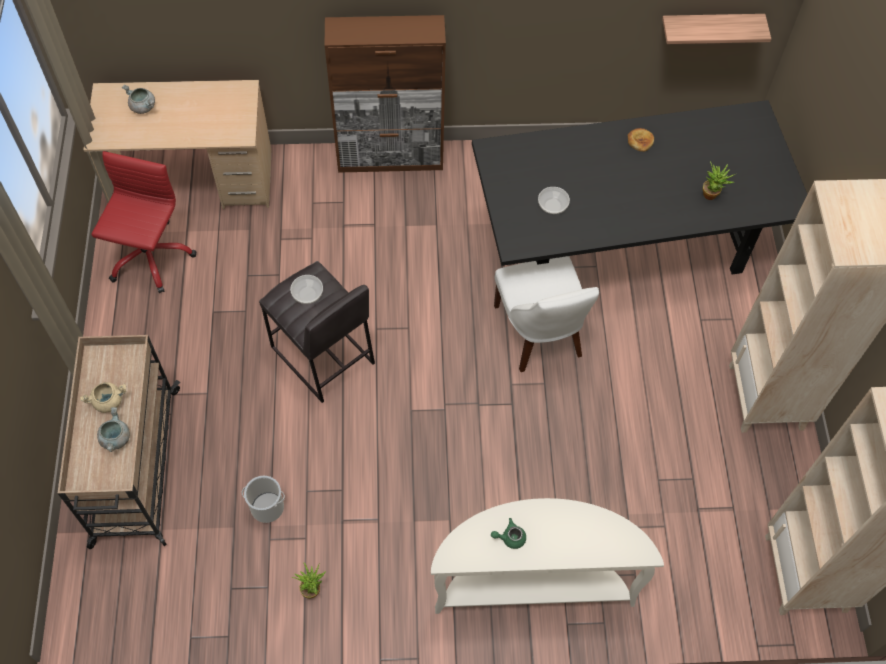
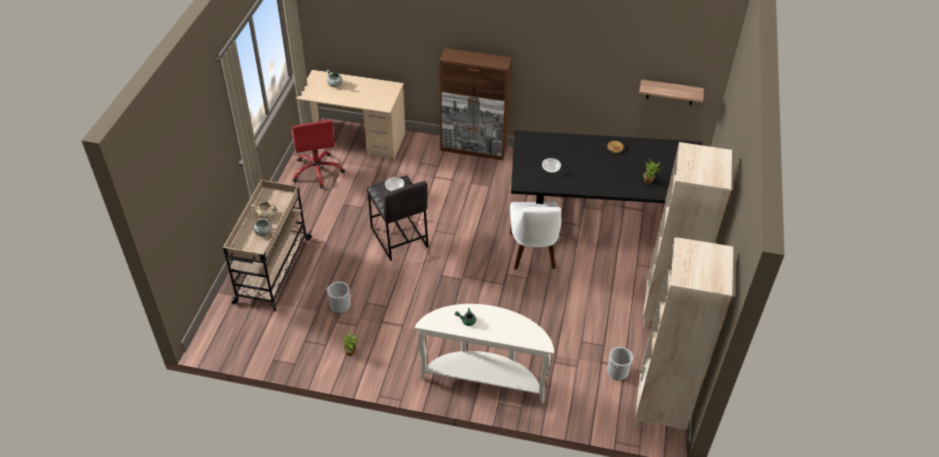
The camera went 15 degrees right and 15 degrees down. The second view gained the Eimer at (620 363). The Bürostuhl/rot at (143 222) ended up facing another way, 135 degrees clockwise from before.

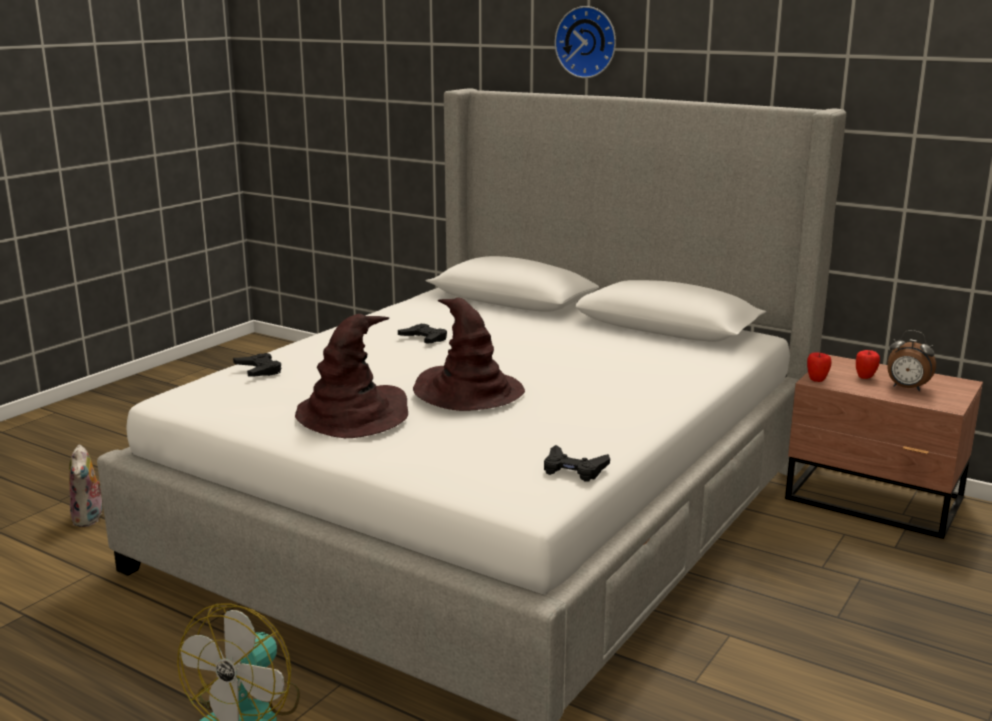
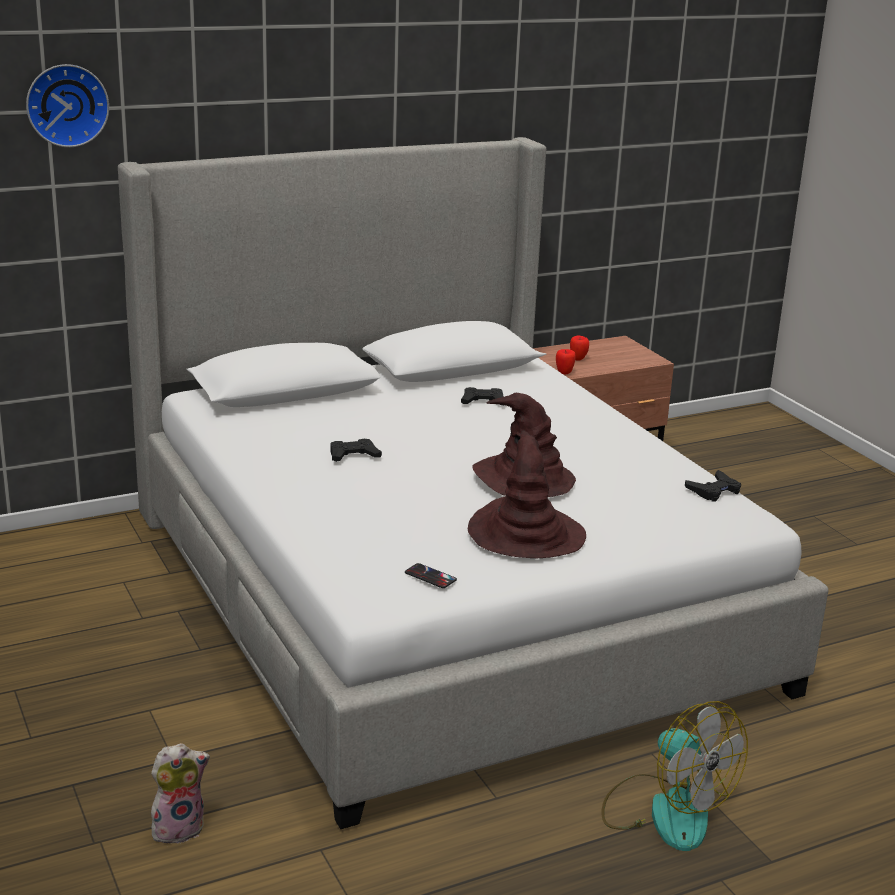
The camera went 60 degrees left and 5 degrees up. The second view lost the Wecker at (912 360). The second view gained the Handy at (431 575). The Gamepad/schwarz ended up elsewhere, having gone from (257 365) to (483 396). The Wanduhr ended up elsewhere, having gone from (585 42) to (67 105). The Plüschtier at (85 485) ended up facing another way, 45 degrees counterclockwise from before.

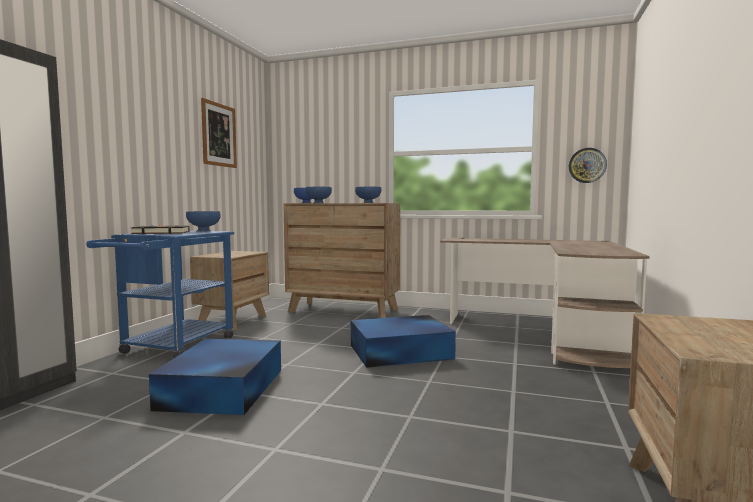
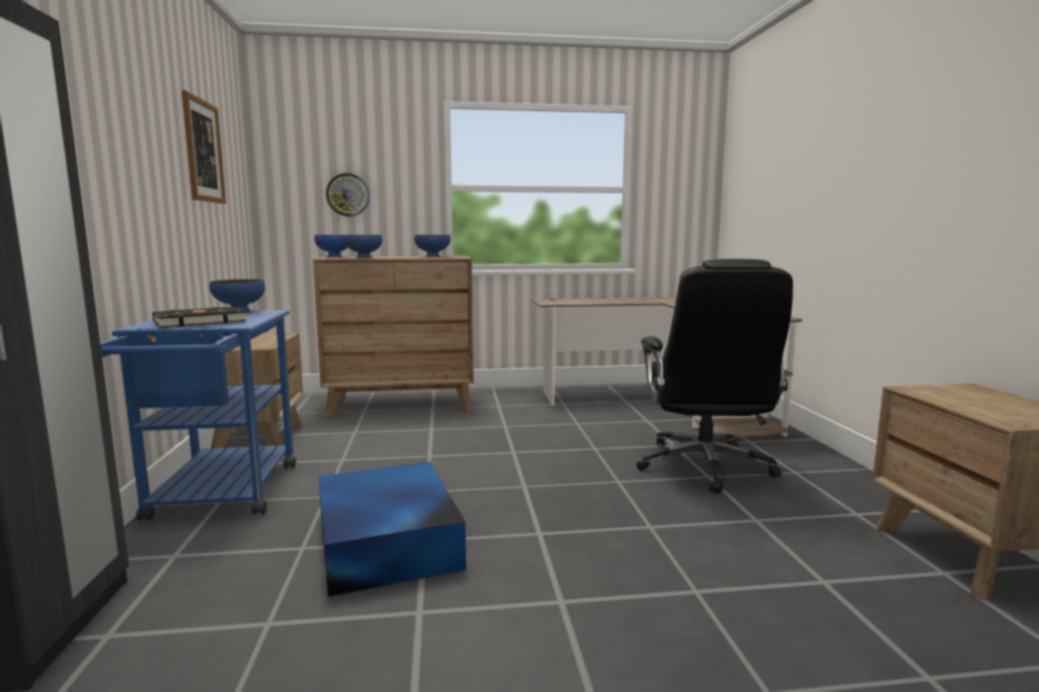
The camera went 25 degrees left and 5 degrees up. The second view lost the Aufbewahrungsbox/blau at (403 341). The second view gained the Bürostuhl/schwarz at (714 376). The Wanduhr ended up elsewhere, having gone from (588 165) to (348 195).

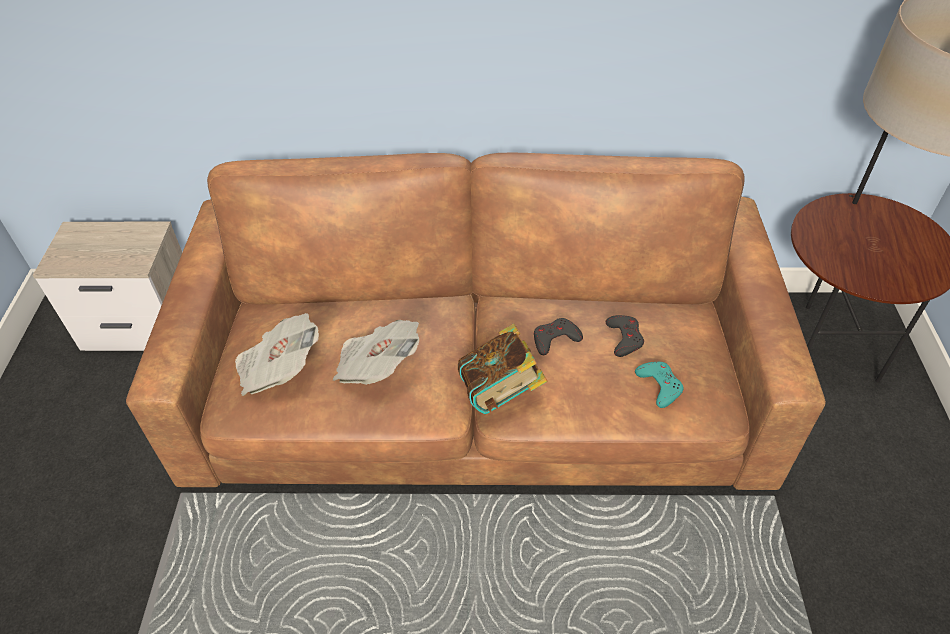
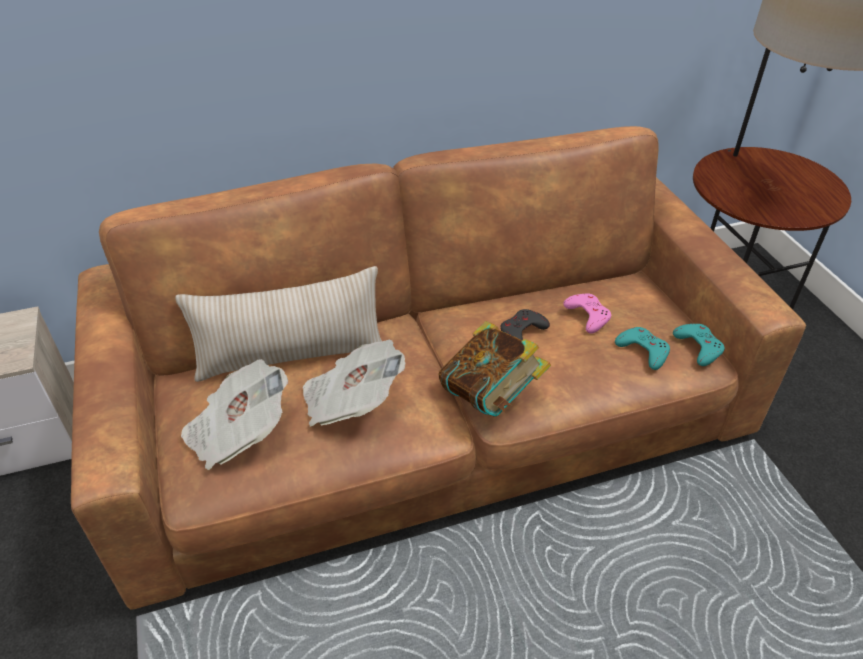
The camera went 20 degrees left and 5 degrees down. The second view gained the Kissen/beige at (278 324). The second view gained the Gamepad/türkis at (699 345). What was the Gamepad/grau at (625 336) turned into the Gamepad/rosa at (587 314).

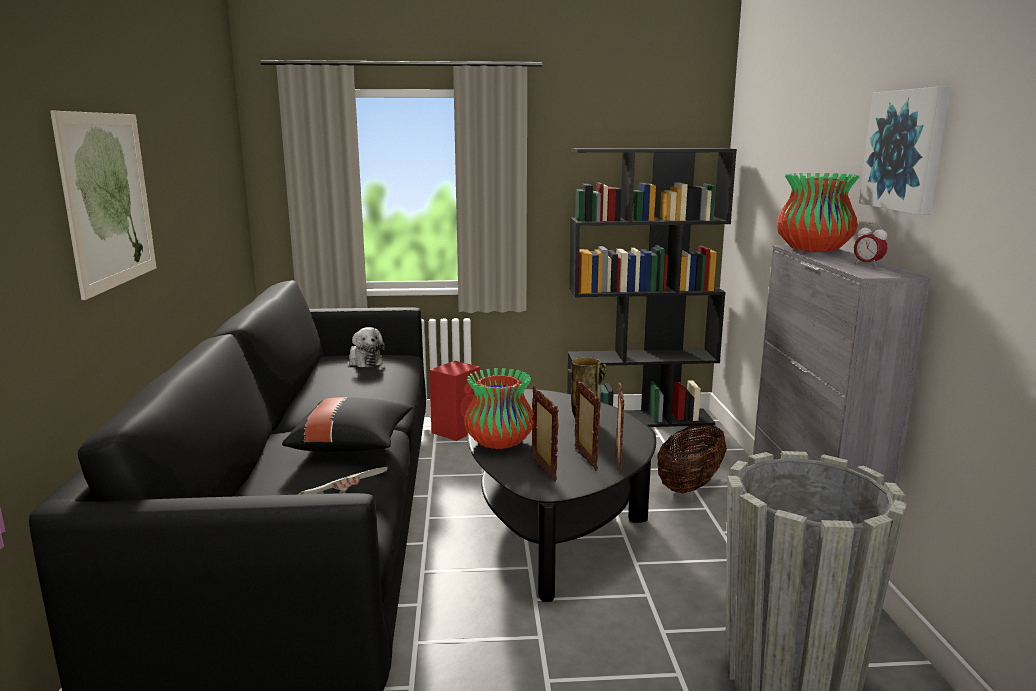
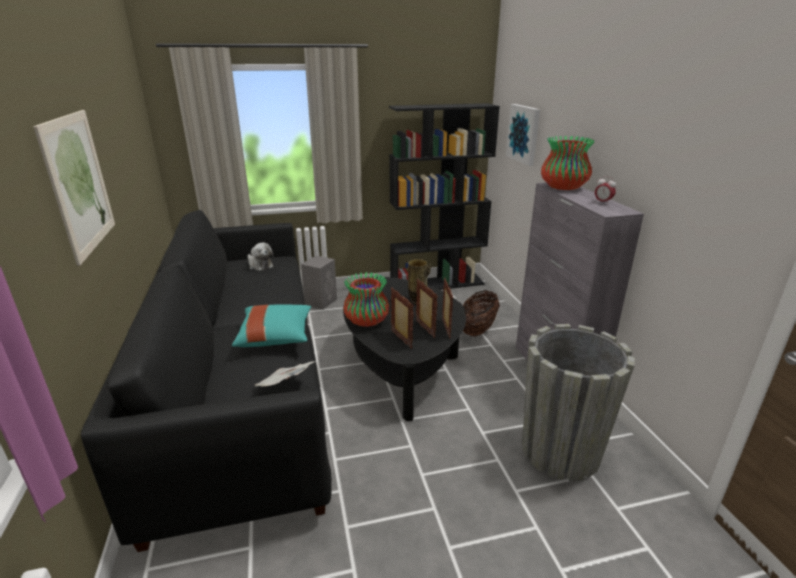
The camera went 10 degrees left and 10 degrees up. The Bild ended up elsewhere, having gone from (904 151) to (523 135). What was the Kissen/schwarz at (347 424) turned into the Kissen/türkis at (271 325). What was the Lautsprecher/rot at (454 401) turned into the Lautsprecher/grau at (319 282).

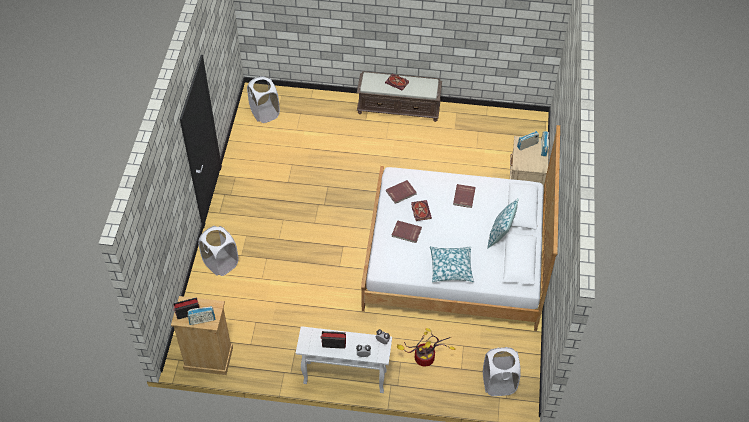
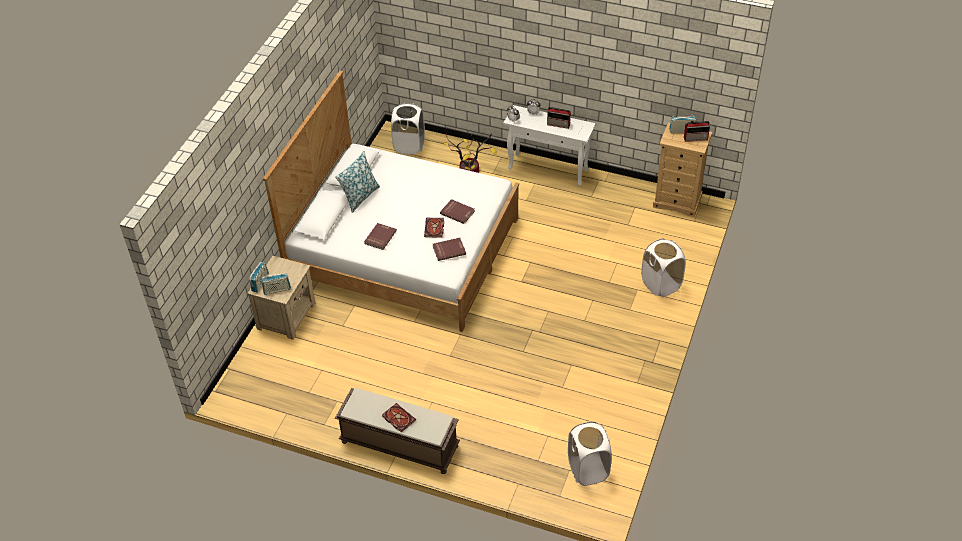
The camera went 165 degrees left and 5 degrees down. The second view lost the Kissen at (452 264).

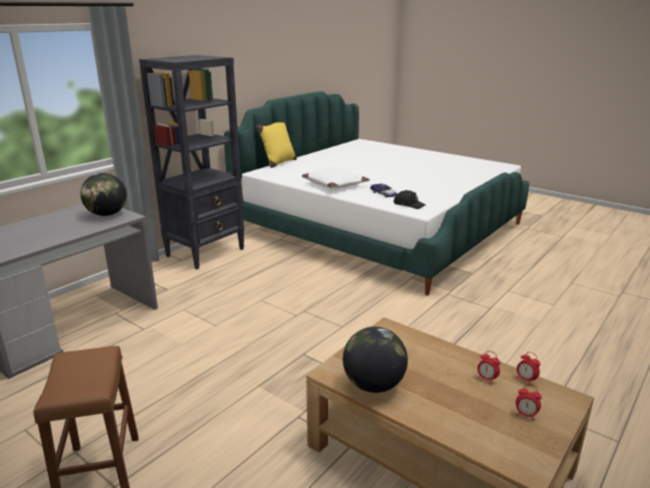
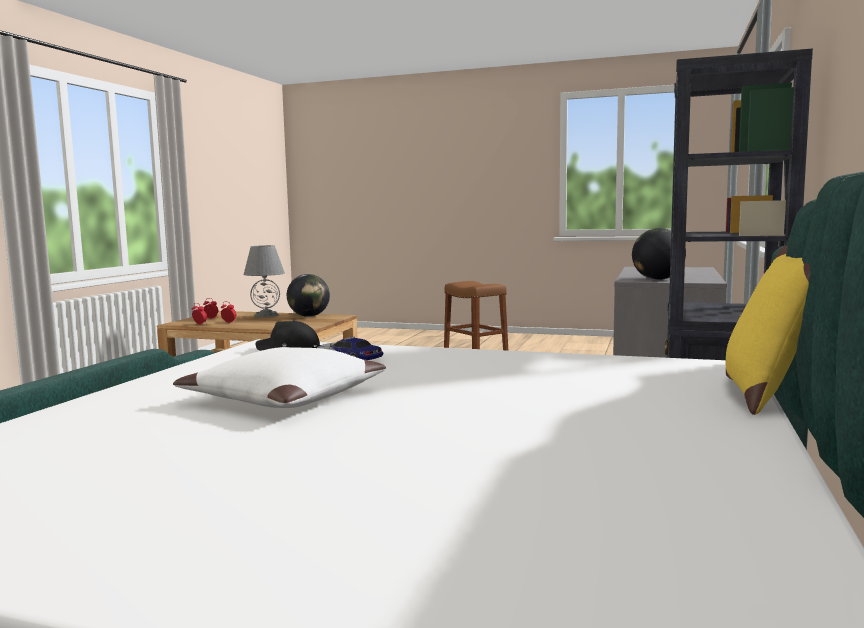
The camera went 160 degrees right and 15 degrees down. The second view gained the Tischlampe/grau at (264 281). The Kissen/weiß ended up elsewhere, having gone from (336 178) to (279 377).

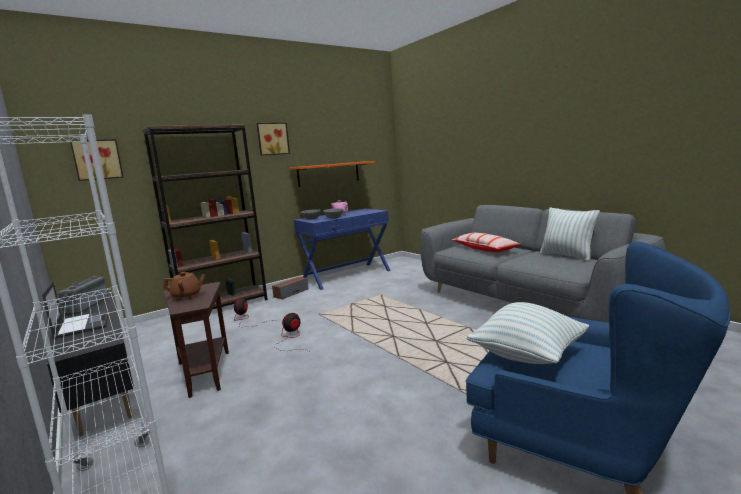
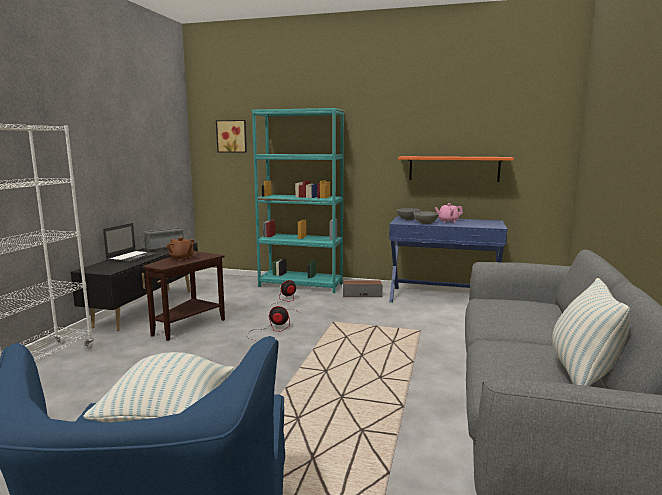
The camera went 50 degrees right and 0 degrees up. The second view lost the Bild at (273 139). The second view lost the Kissen at (486 242). What was the Bücherregal/braun at (205 217) turned into the Bücherregal/türkis at (298 200).

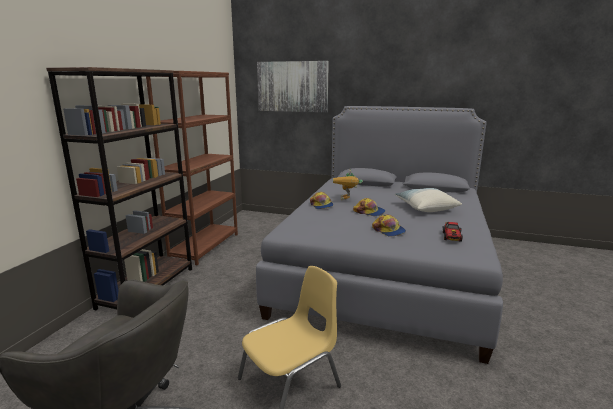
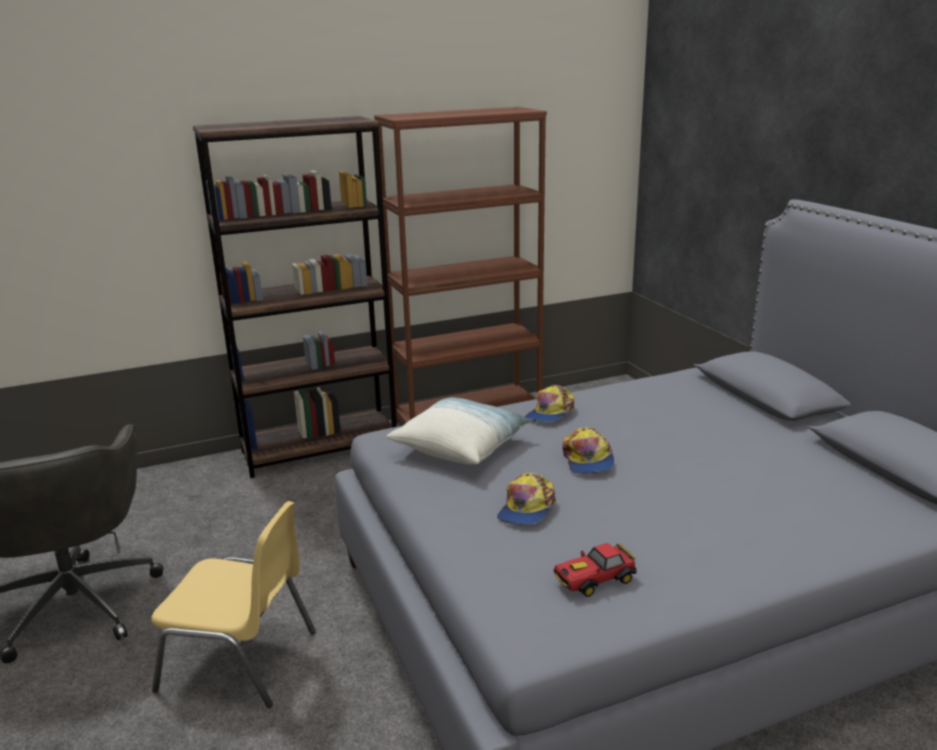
The camera went 50 degrees right and 5 degrees up. The second view lost the Bild at (293 86). The second view lost the Spielzeugroboter at (348 184). The Kissen ended up elsewhere, having gone from (428 200) to (459 431).

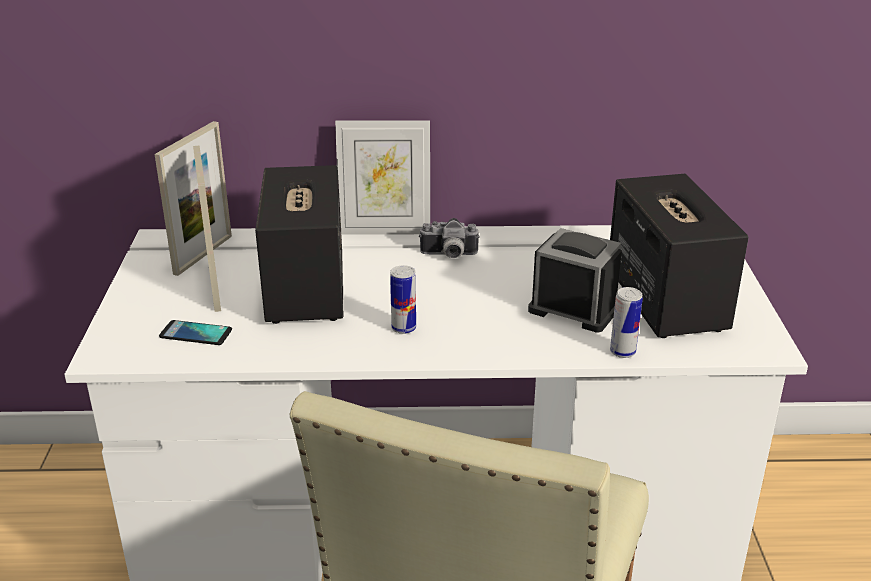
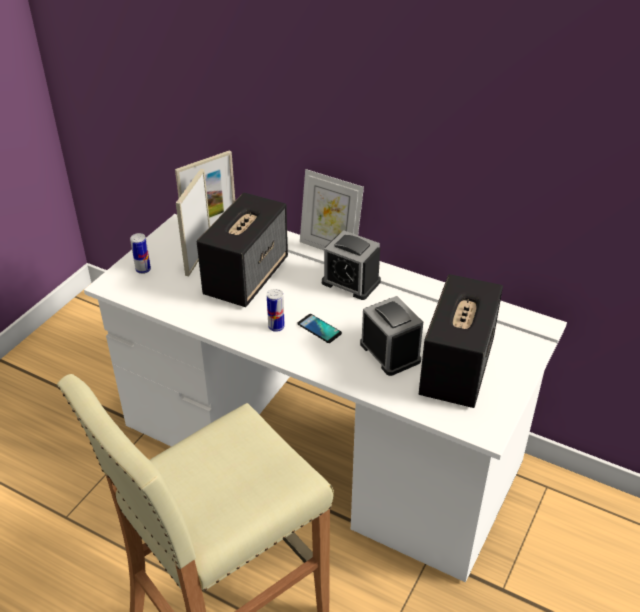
The camera went 30 degrees right and 10 degrees up. The Handy ended up elsewhere, having gone from (195 332) to (319 328). The Dose ended up elsewhere, having gone from (626 322) to (140 253). Where the Kamera stood at (449 238), the Wecker came to stand at (351 265).

